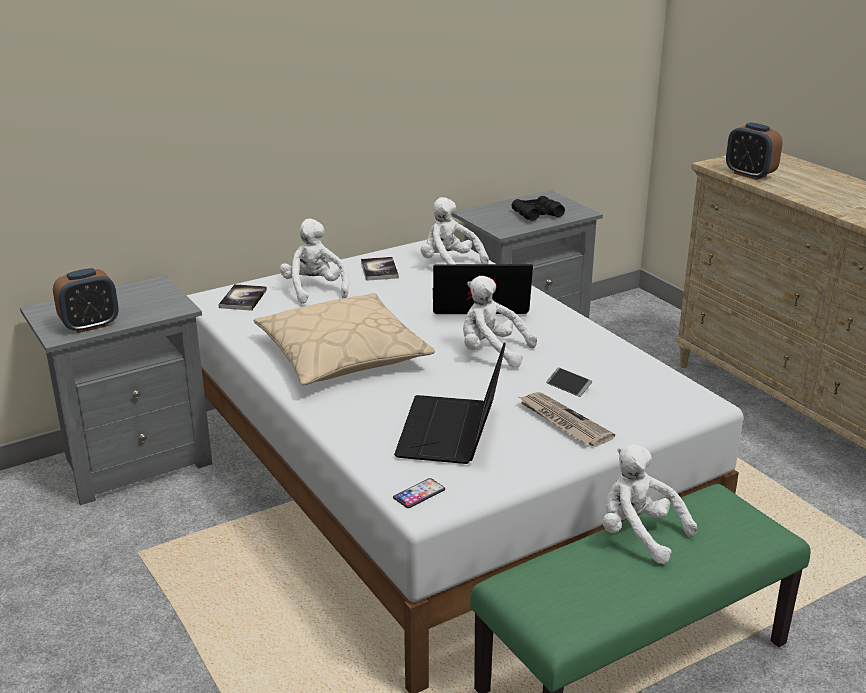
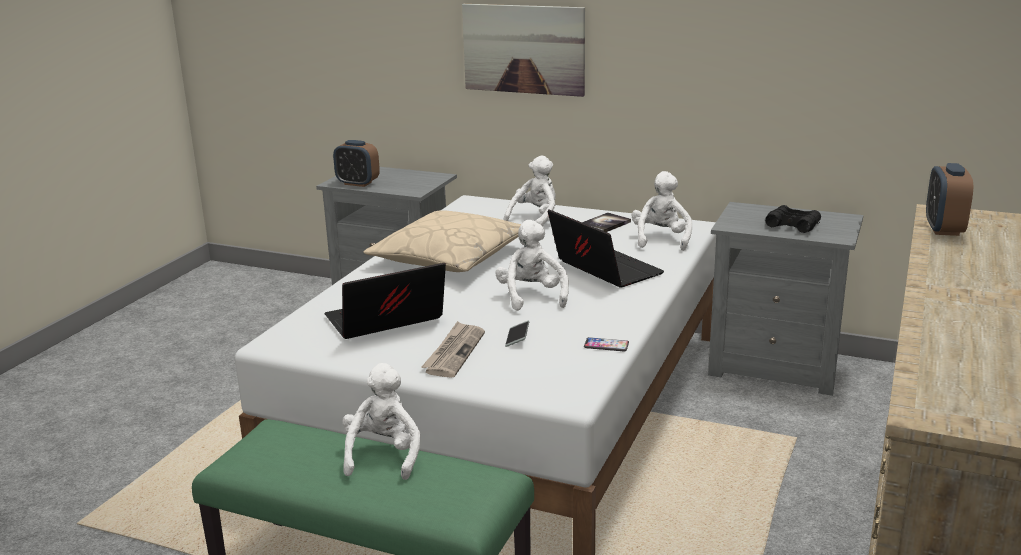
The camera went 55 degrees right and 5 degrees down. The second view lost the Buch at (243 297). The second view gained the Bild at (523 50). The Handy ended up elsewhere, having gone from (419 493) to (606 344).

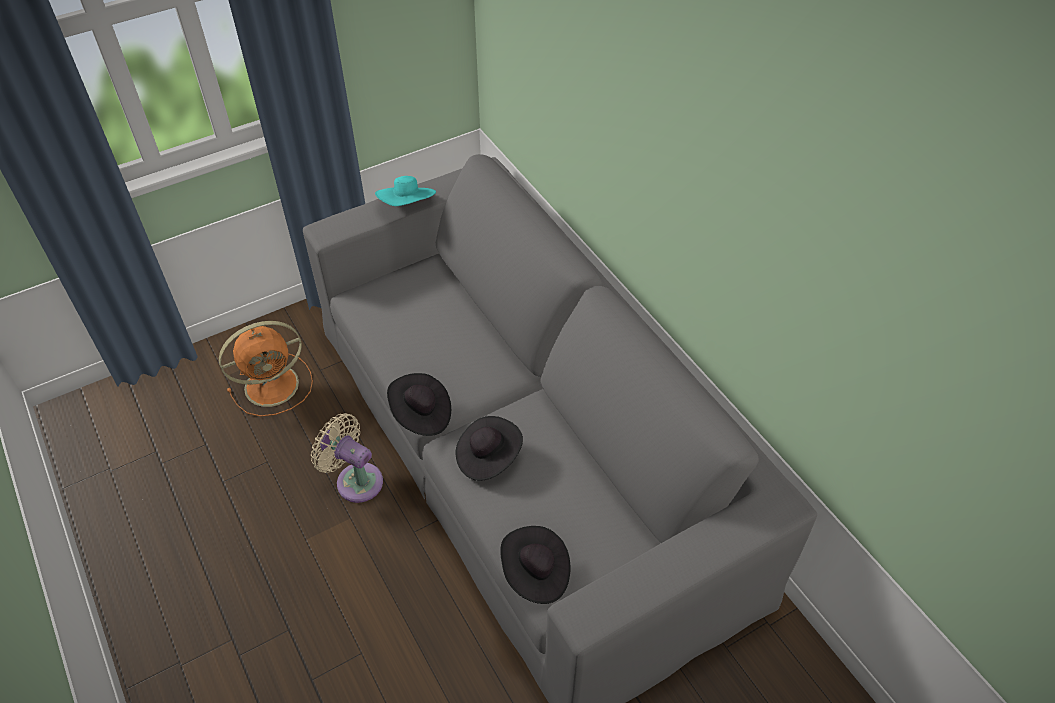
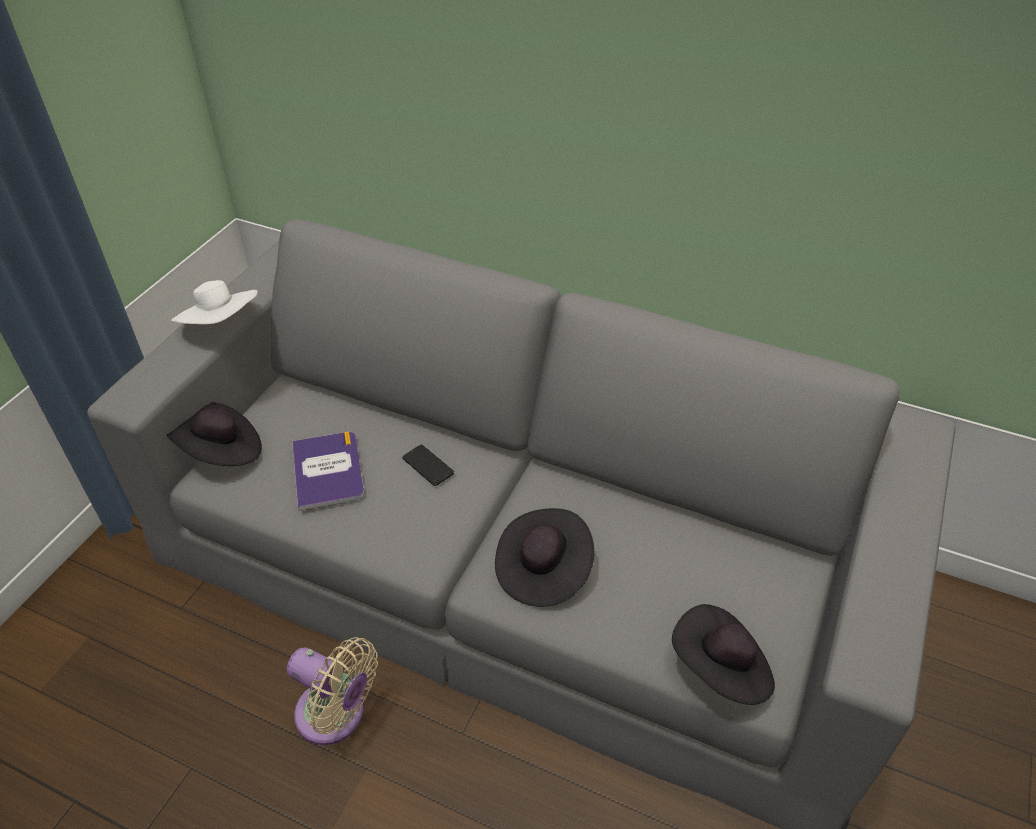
The camera went 35 degrees left and 5 degrees down. The second view lost the Ventilator/orange at (266 369). The second view gained the Buch at (328 471). The second view gained the Handy at (428 465). The Hut/schwarz ended up elsewhere, having gone from (419 404) to (214 434). What was the Hut/türkis at (405 191) turned into the Hut/weiß at (214 302). The Ventilator/beige at (347 458) ended up facing another way, 150 degrees counterclockwise from before.

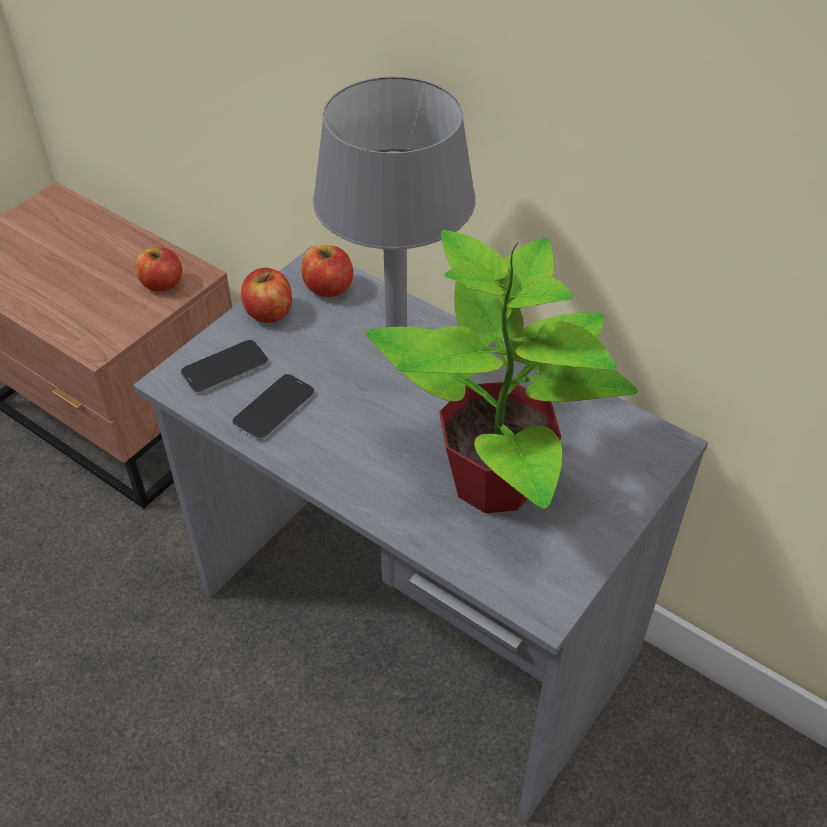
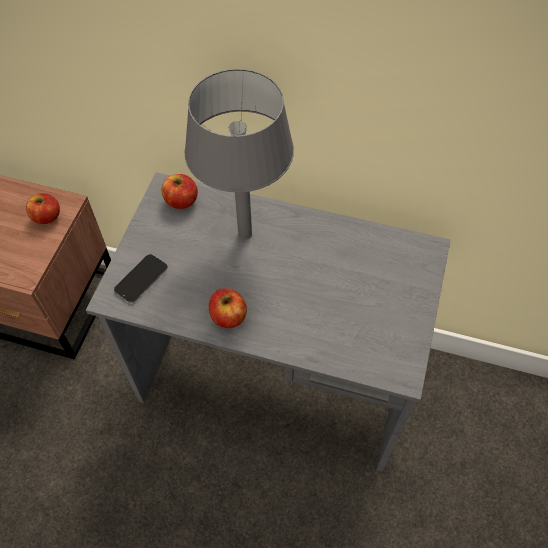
The camera went 20 degrees left and 10 degrees up. The second view lost the Handy at (273 407). The second view lost the Topfpflanze at (502 371). The Apfel ended up elsewhere, having gone from (266 295) to (228 308).

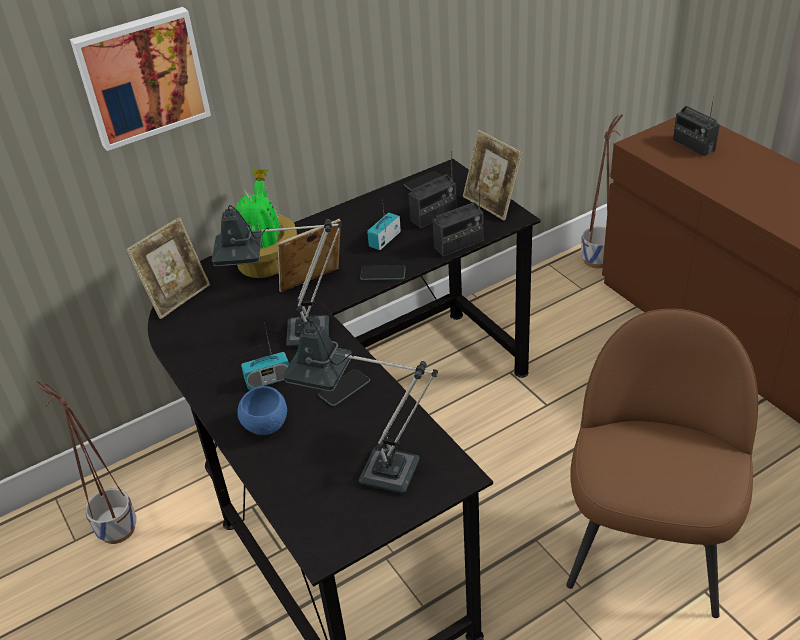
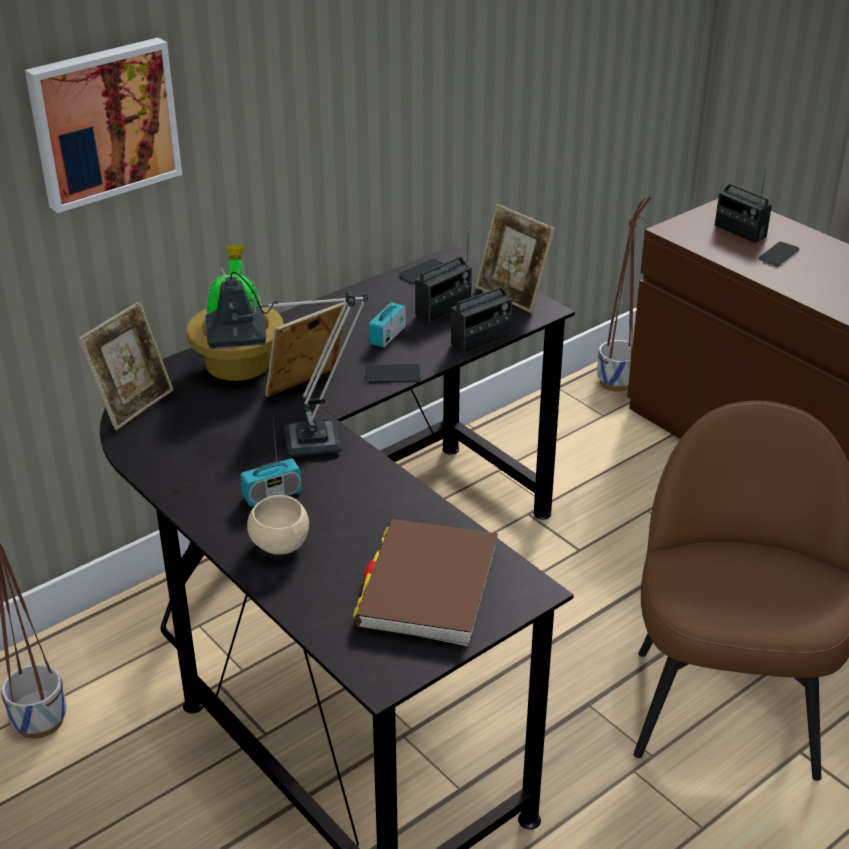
The camera went 10 degrees left and 5 degrees down. The Handy ended up elsewhere, having gone from (344 387) to (779 254). Where the Tischlampe stood at (360 407), the Buch/braun came to stand at (425 582). What was the Schüssel/blau at (262 410) turned into the Schüssel/beige at (278 525).

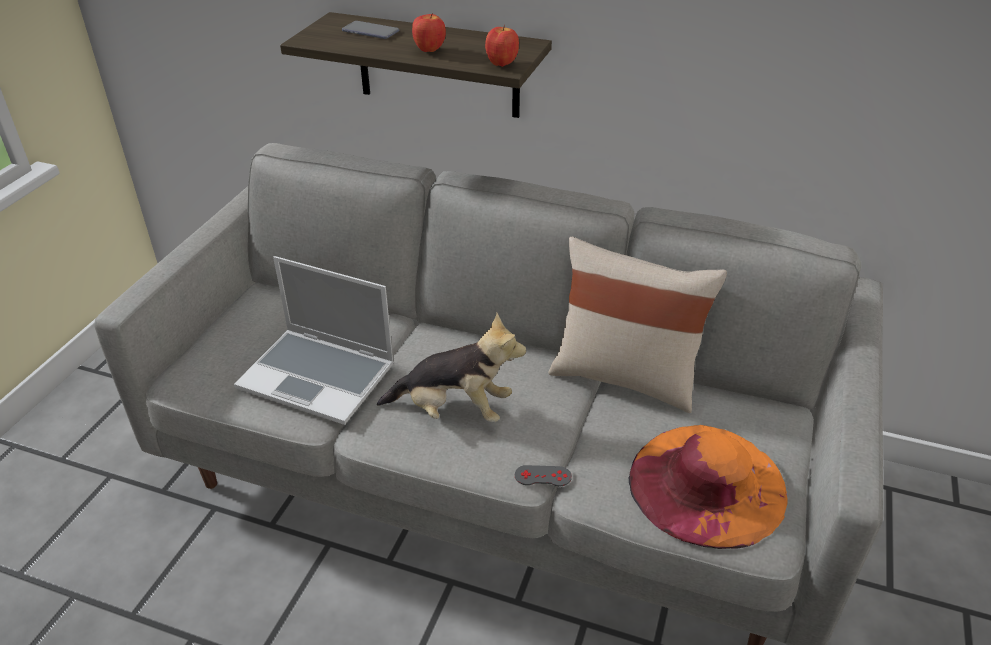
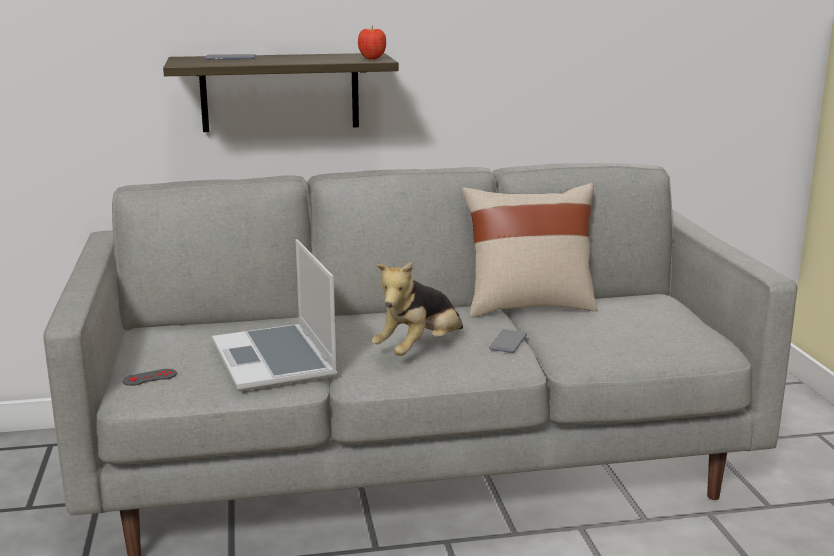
The camera went 30 degrees left and 20 degrees down. The second view lost the Apfel at (429 32). The second view lost the Hut/orange at (708 487). The second view gained the Handy at (508 341). The Gamepad/grau ended up elsewhere, having gone from (543 475) to (149 377). The Laptop at (314 340) ended up facing another way, 75 degrees clockwise from before. The Plüschtier at (451 368) ended up facing another way, 150 degrees clockwise from before.

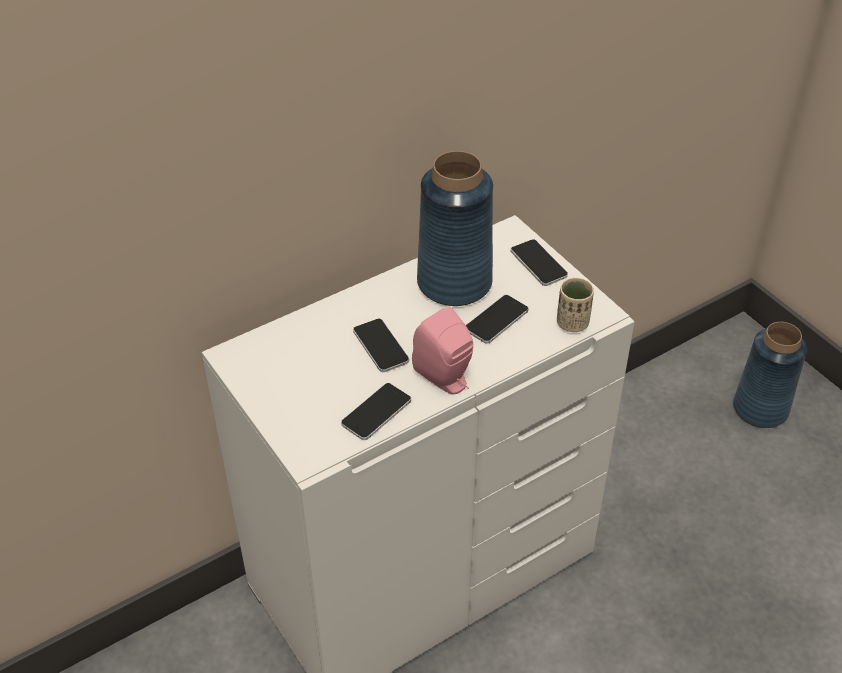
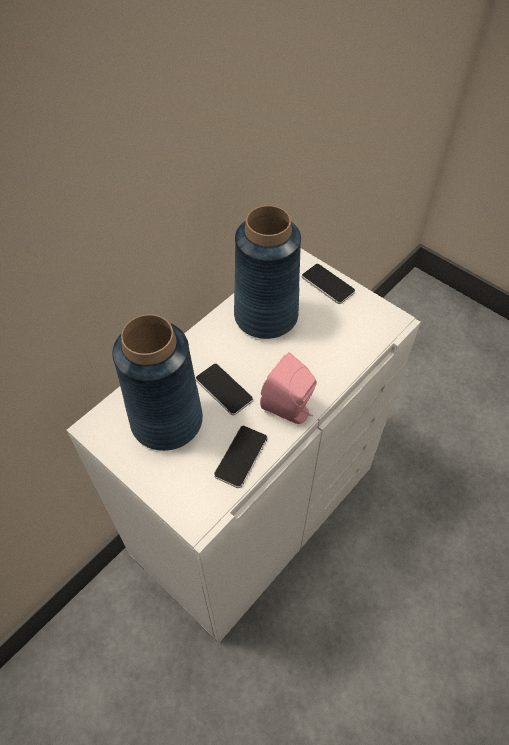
The camera went 15 degrees left and 10 degrees up. The second view lost the Handy at (497 319). The second view lost the Tasse/beige at (575 305). The Vase/blau ended up elsewhere, having gone from (770 375) to (157 382).

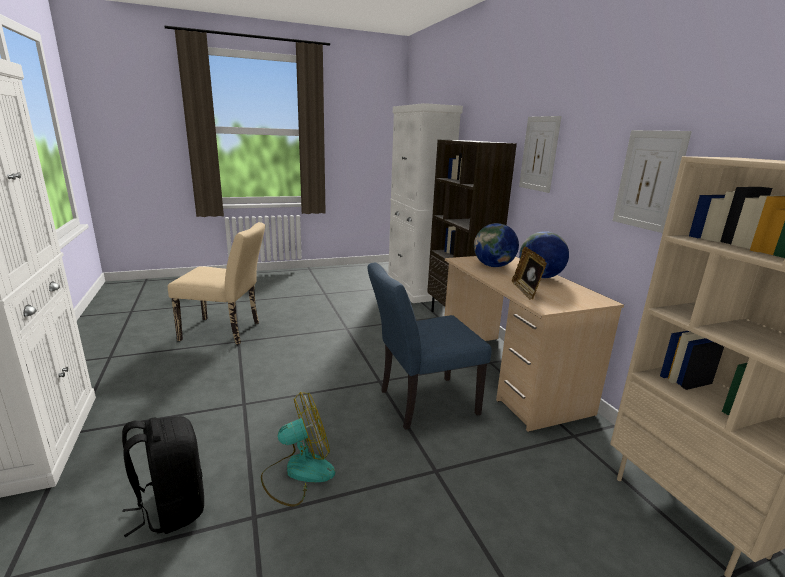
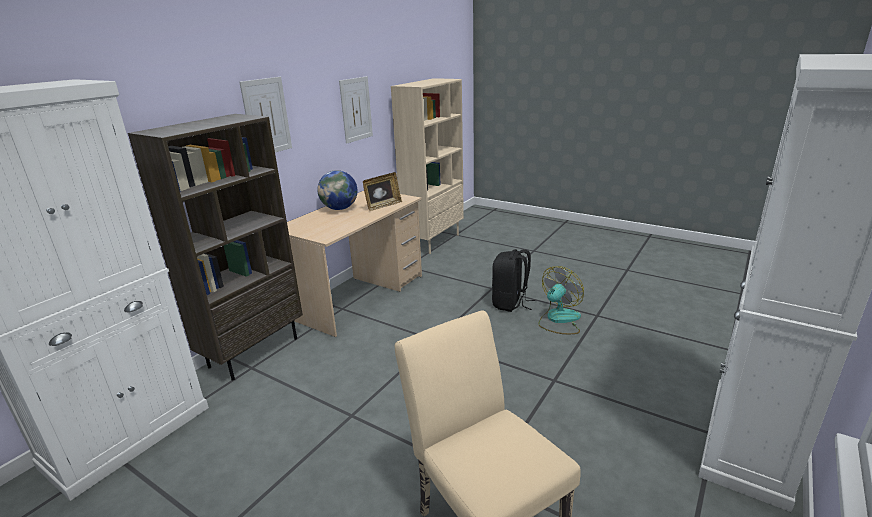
The camera went 125 degrees left and 5 degrees up. The second view lost the Stuhl/blau at (429 346). The second view lost the Globus at (496 245). The Rucksack/schwarz ended up elsewhere, having gone from (163 476) to (513 280). The Ventilator at (298 449) ended up facing another way, 105 degrees clockwise from before.

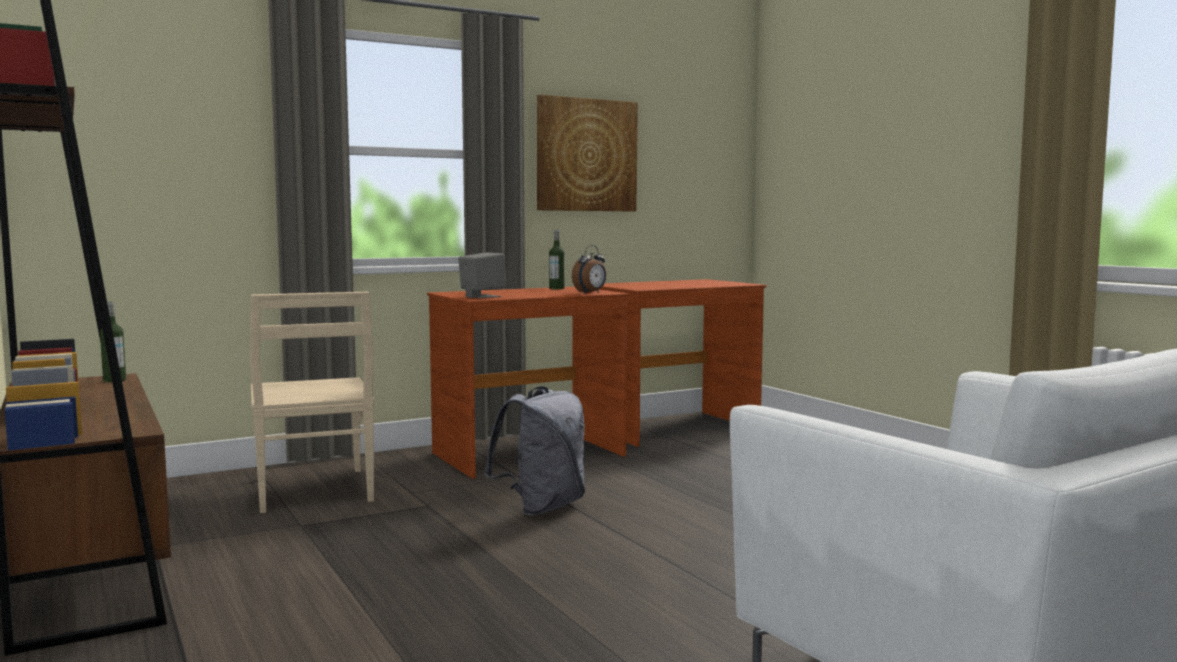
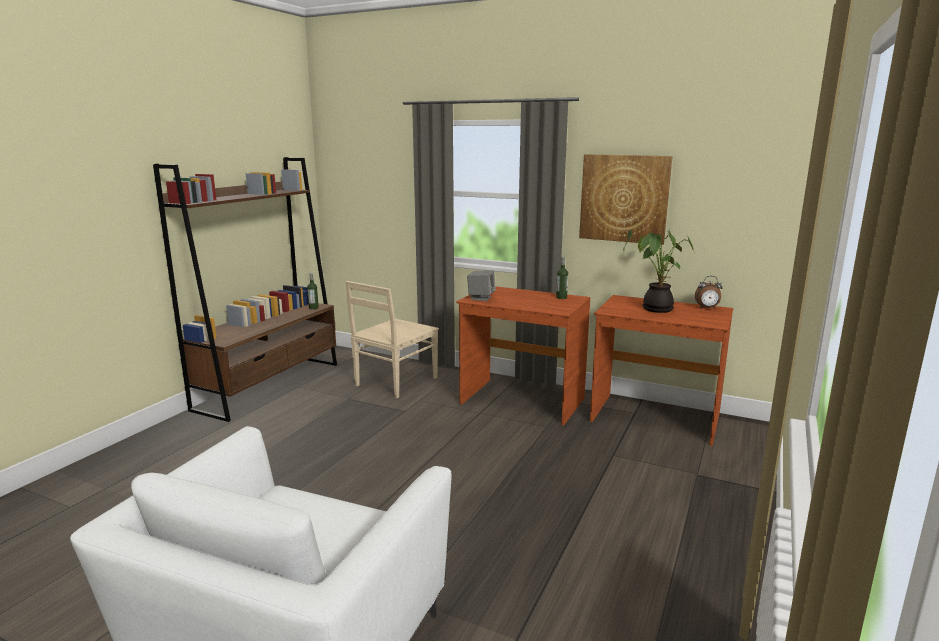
The camera went 55 degrees right and 10 degrees up. The second view lost the Rucksack/grau at (534 450). The second view gained the Topfpflanze at (659 271). The Wecker ended up elsewhere, having gone from (589 269) to (708 292).

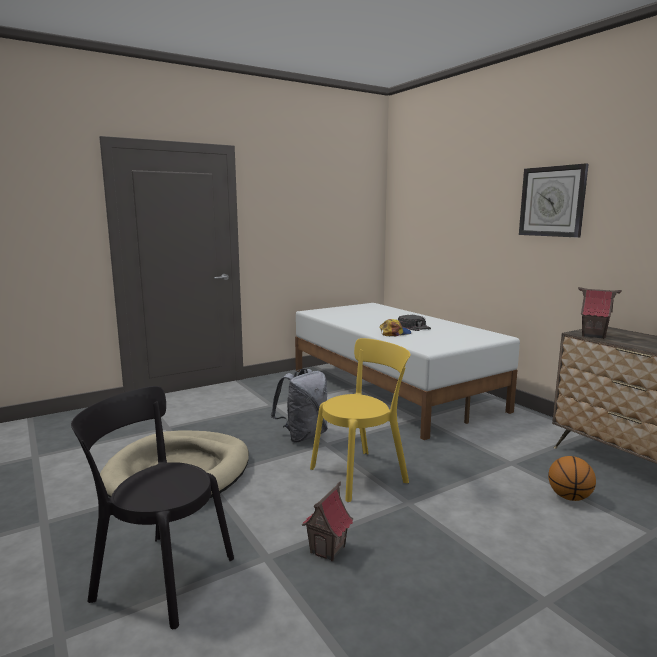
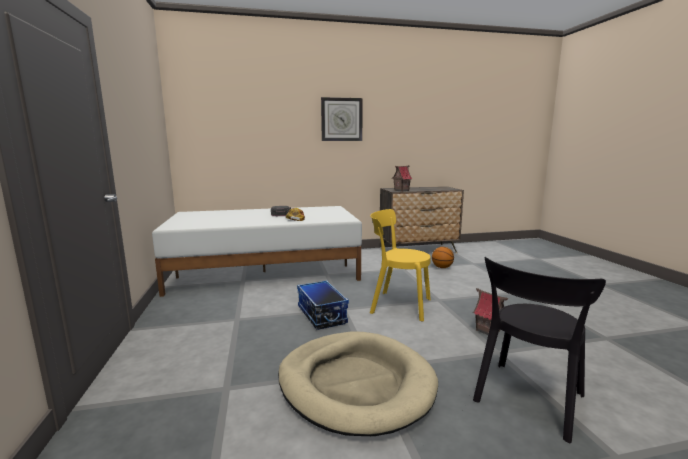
The camera went 70 degrees left and 0 degrees up. Where the Rucksack/grau stood at (299 406), the Aufbewahrungsbox came to stand at (323 305). The Stuhl/gelb at (360 420) ended up facing another way, 60 degrees counterclockwise from before.

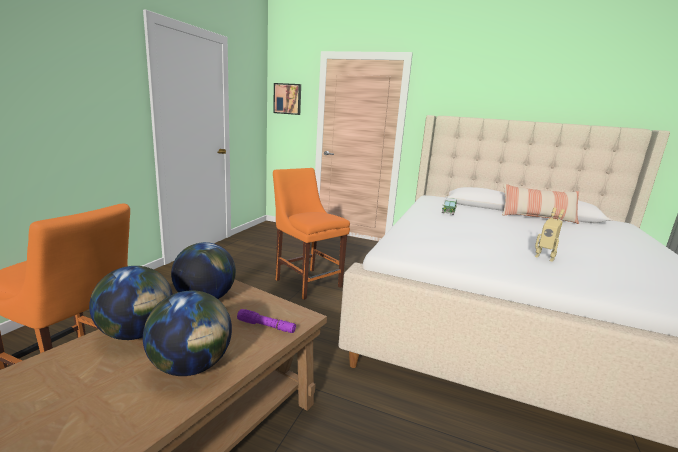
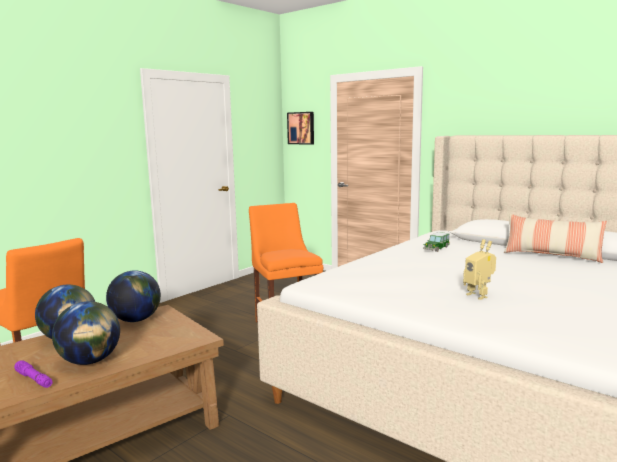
The camera went 20 degrees right and 5 degrees down. The Taschenlampe/lila ended up elsewhere, having gone from (266 321) to (33 374).

